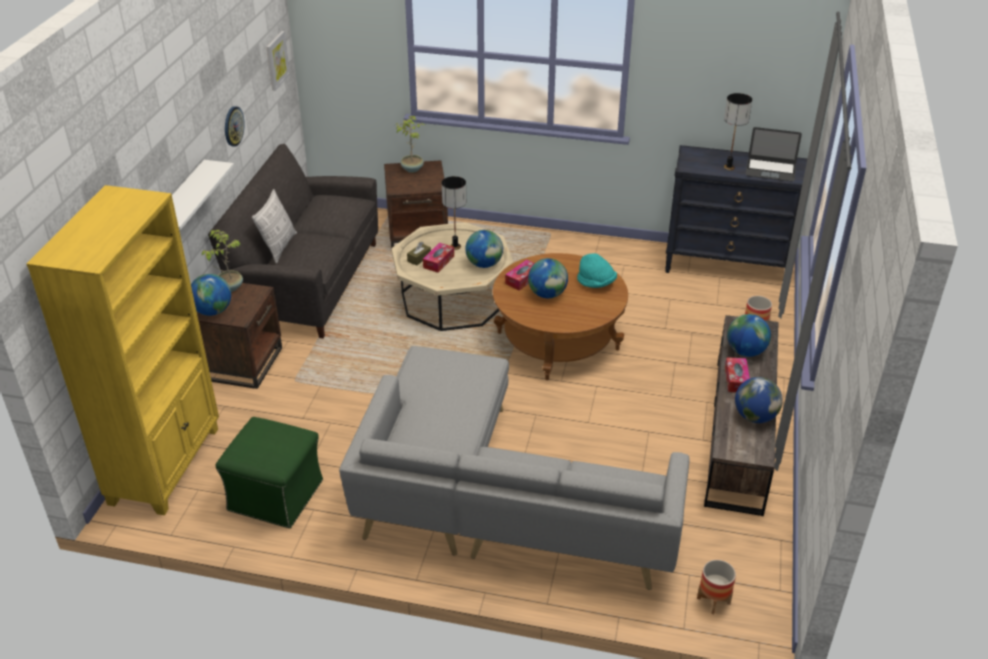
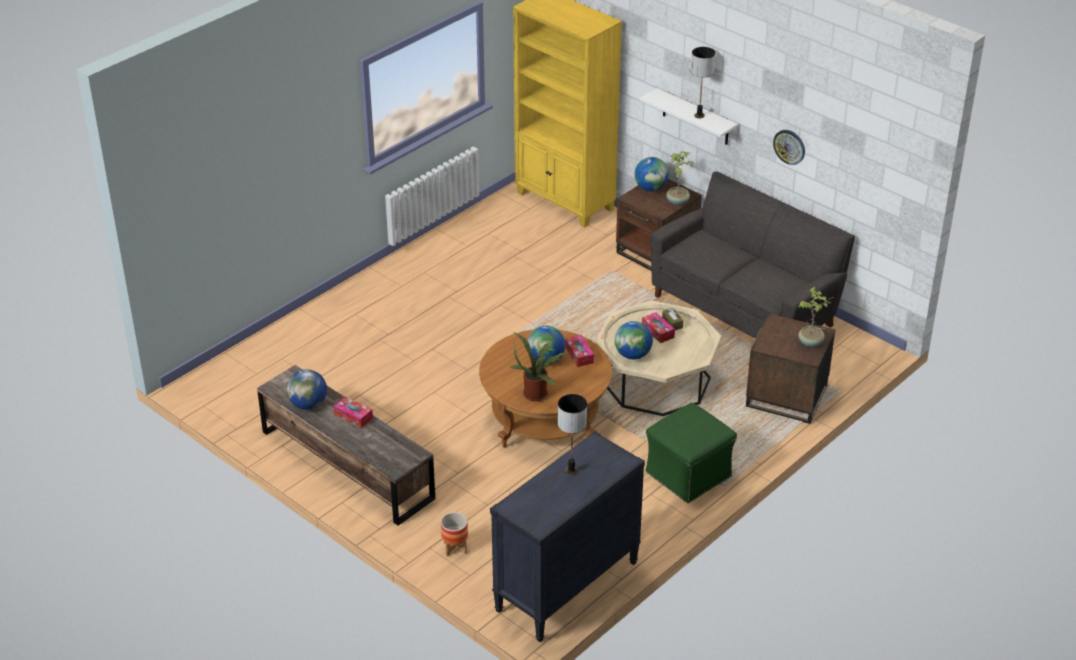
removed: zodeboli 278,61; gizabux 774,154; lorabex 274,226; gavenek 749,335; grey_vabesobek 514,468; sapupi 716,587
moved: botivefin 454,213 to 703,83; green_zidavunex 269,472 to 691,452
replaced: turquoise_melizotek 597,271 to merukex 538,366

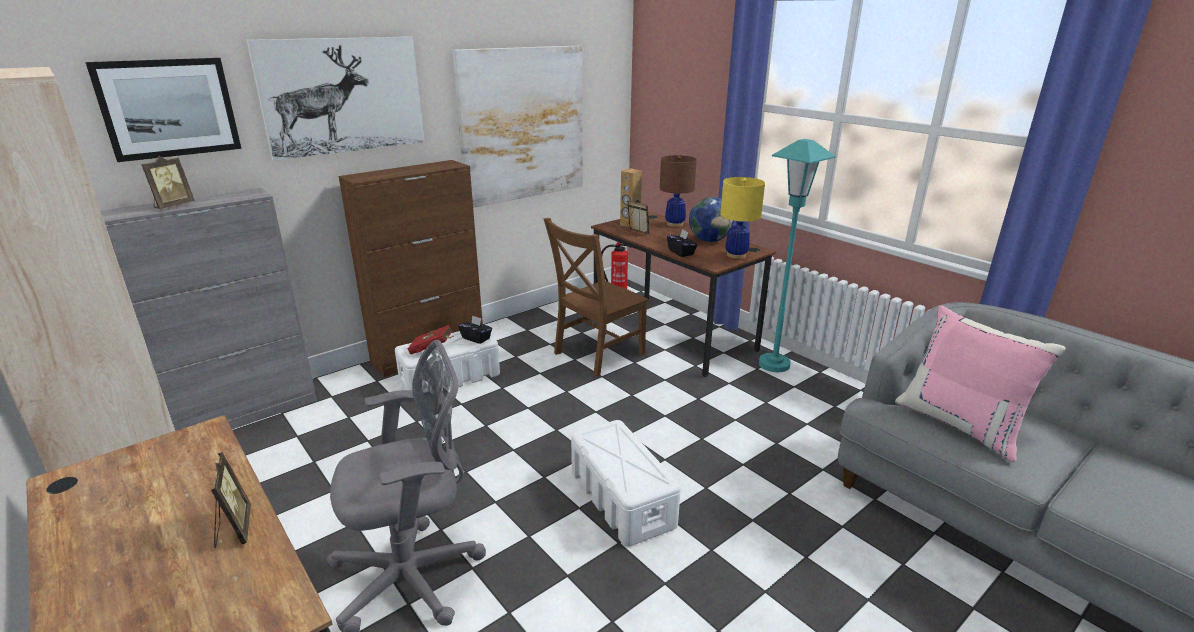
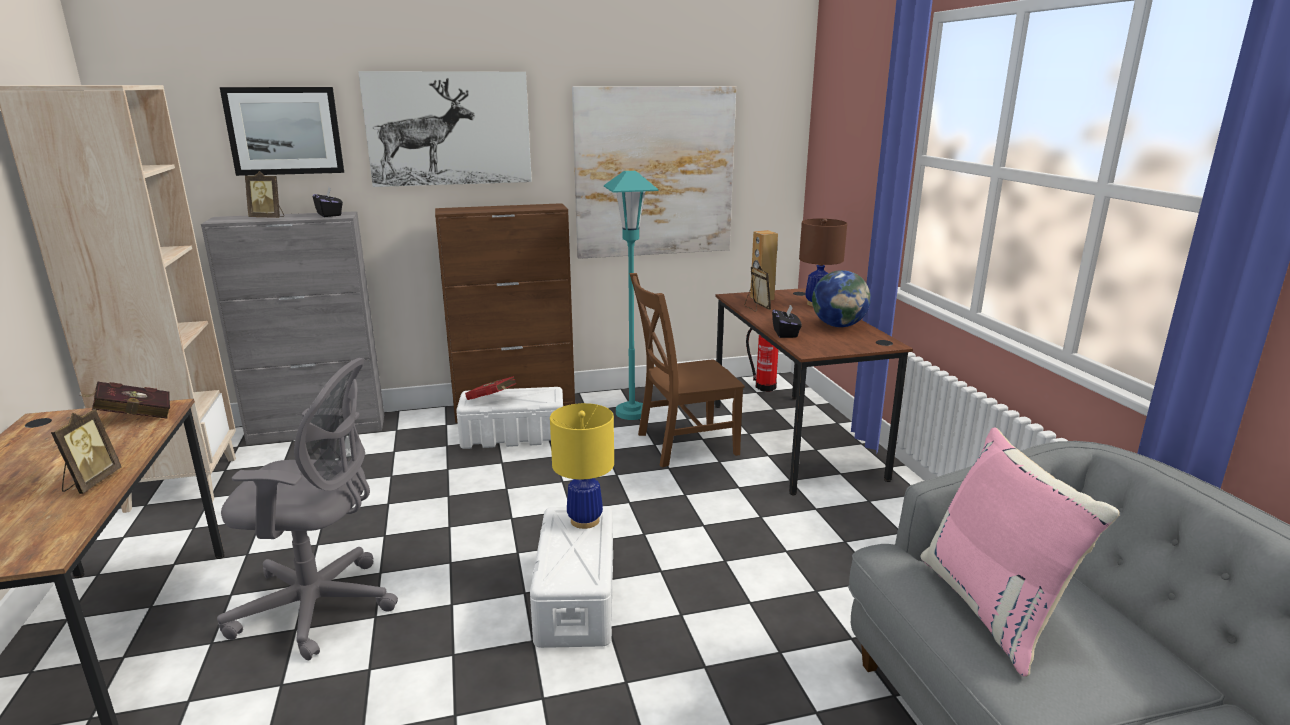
added: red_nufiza 125,400
moved: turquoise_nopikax 797,255 to 631,295; yellow_botivefin 742,218 to 582,466; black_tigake 475,329 to 328,202
turned: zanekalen 167,182 = 264,194 45 degrees clockwise

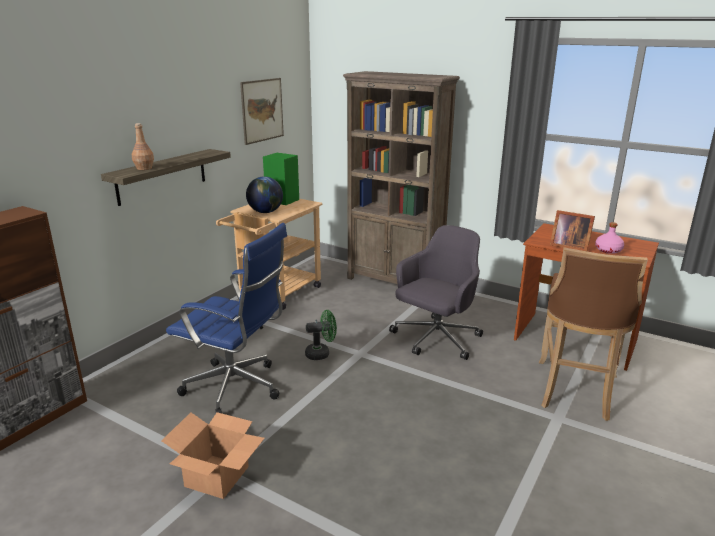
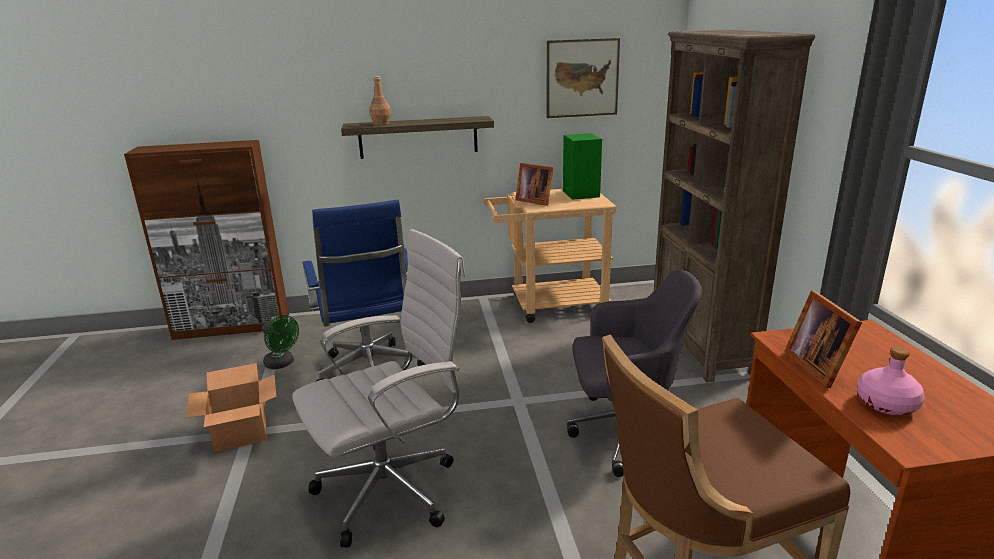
added: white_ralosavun 379,388
moved: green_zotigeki 321,335 to 280,342
replaced: gavenek 264,194 to zanekalen 534,184

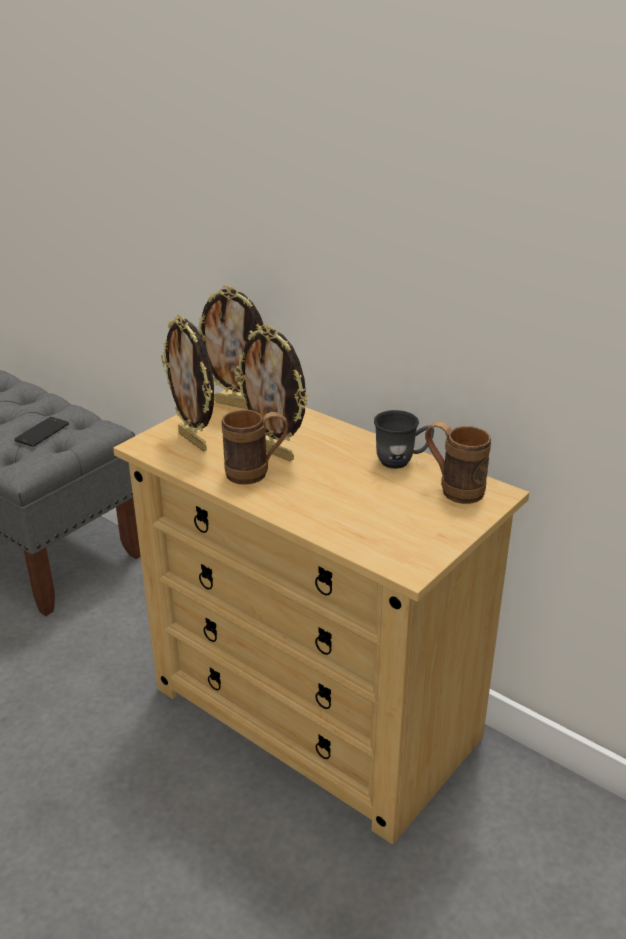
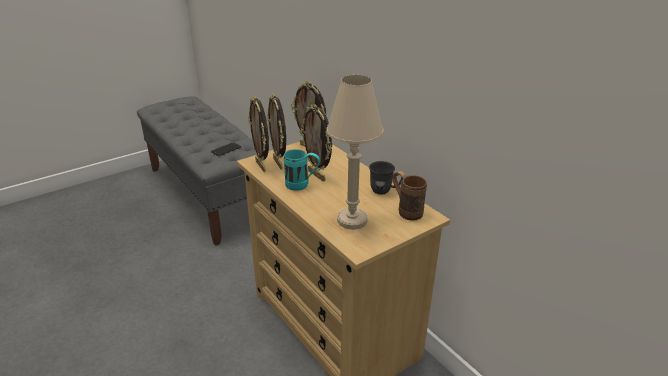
added: beige_botivefin 355,152; zanekalen 258,134
recoloured: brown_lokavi 255,447 to turquoise_lokavi 302,170

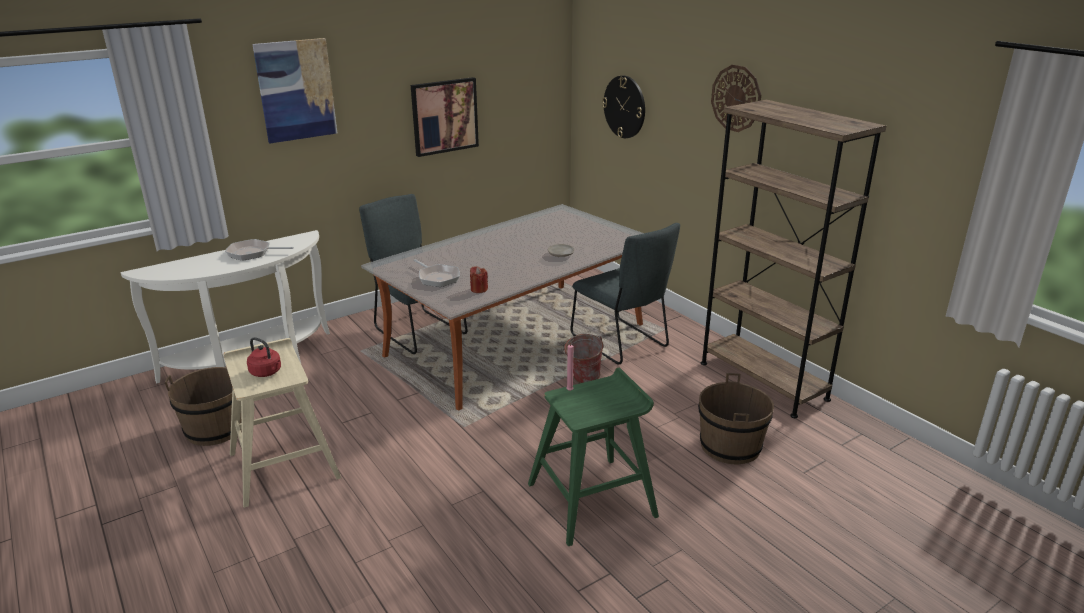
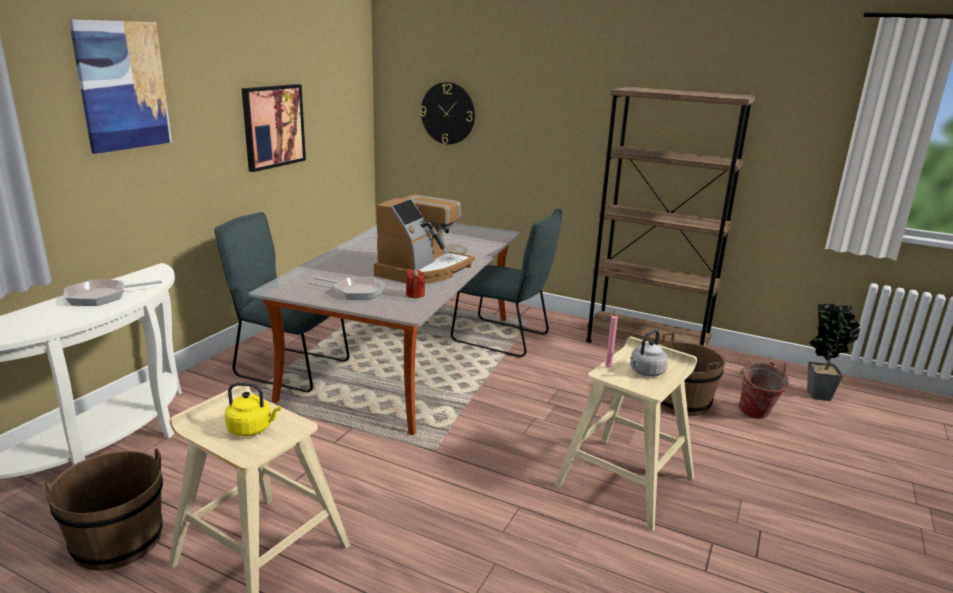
removed: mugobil 736,98
added: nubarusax 424,239; merukex 833,352; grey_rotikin 649,353
moved: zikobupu 583,358 to 764,390
recoloured: red_rotikin 264,357 to yellow_rotikin 253,409; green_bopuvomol 593,456 to beige_bopuvomol 625,434

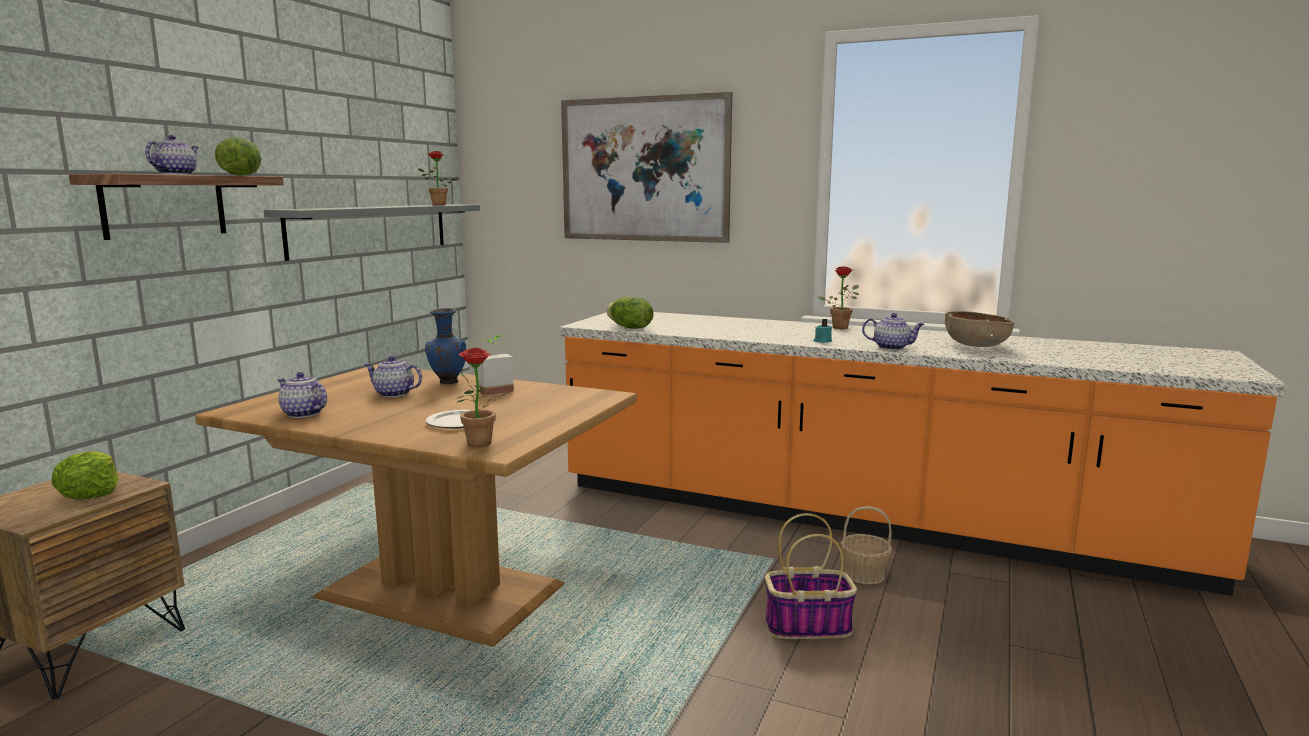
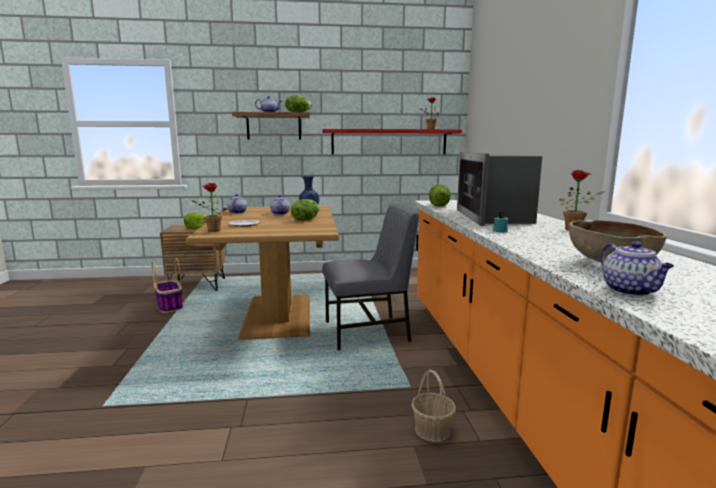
removed: zodeboli 646,167
added: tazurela 499,189; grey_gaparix 370,276
moved: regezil 893,331 to 637,268; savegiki 811,576 to 167,285
replaced: merukex 496,365 to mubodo 305,210
recoloured: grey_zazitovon 372,232 to red_zazitovon 392,142

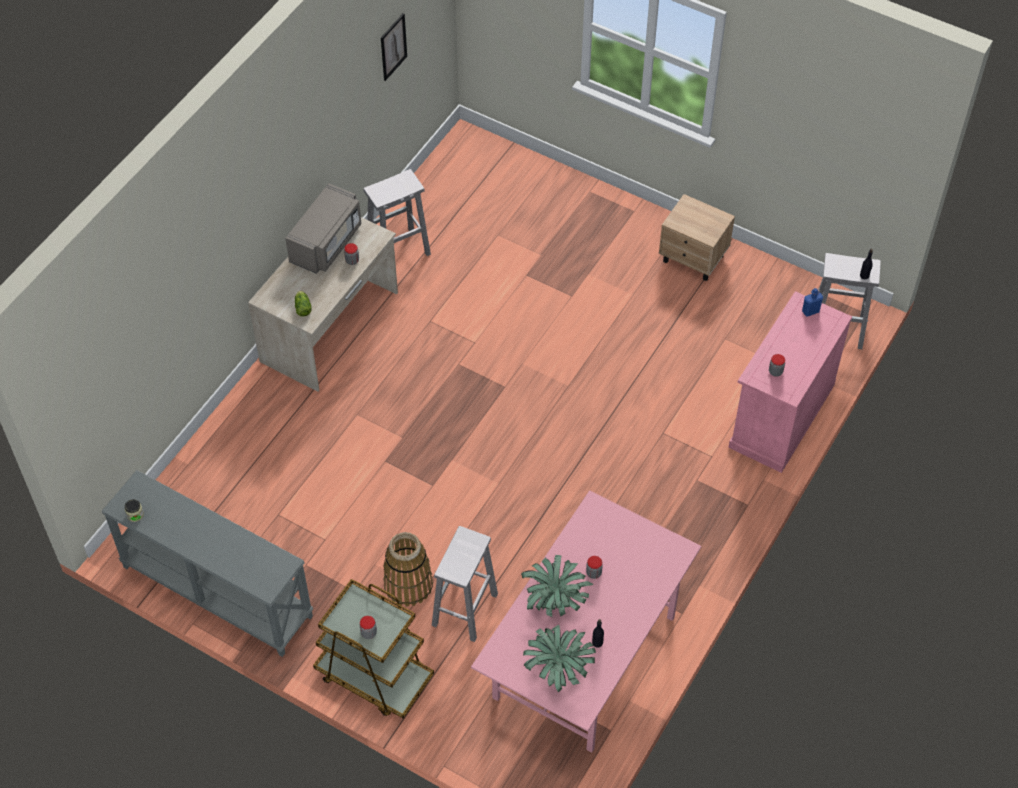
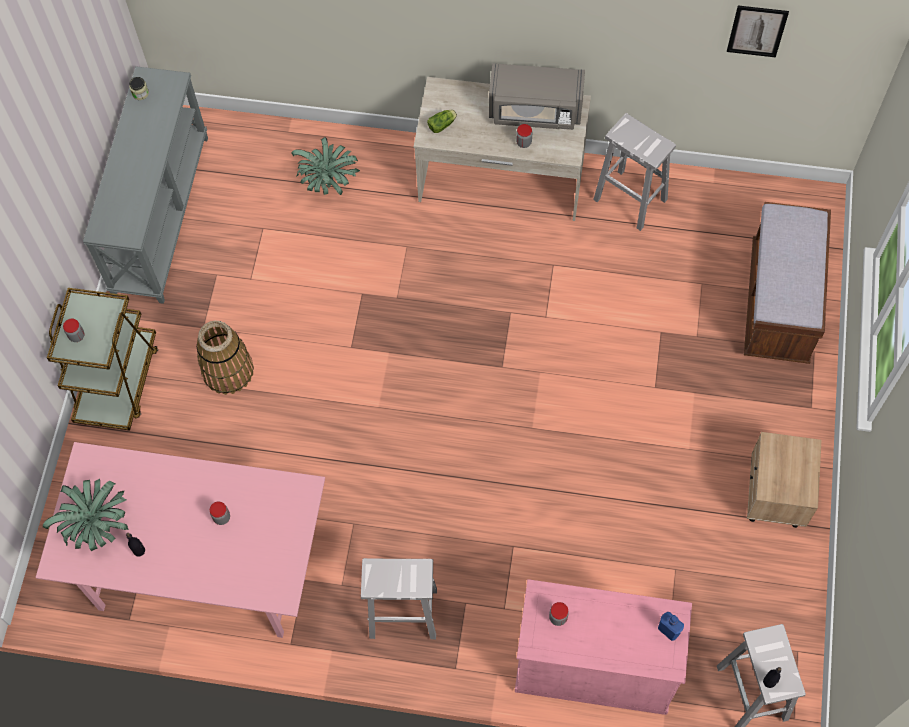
added: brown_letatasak 787,283
moved: white_bopuvomol 465,584 to 399,598; merukex 557,586 to 326,166

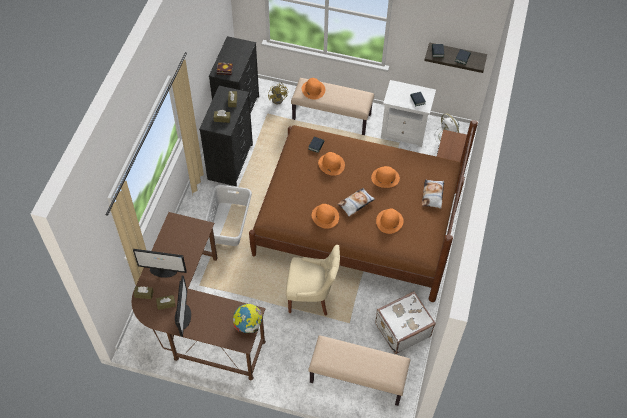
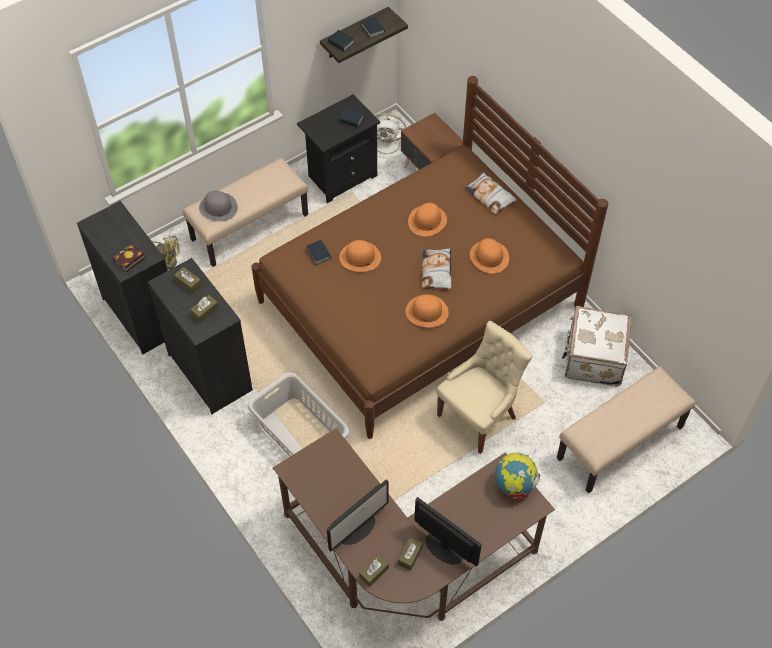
recoloured: orange_melizotek 313,89 to grey_melizotek 218,206; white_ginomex 408,113 to black_ginomex 338,148

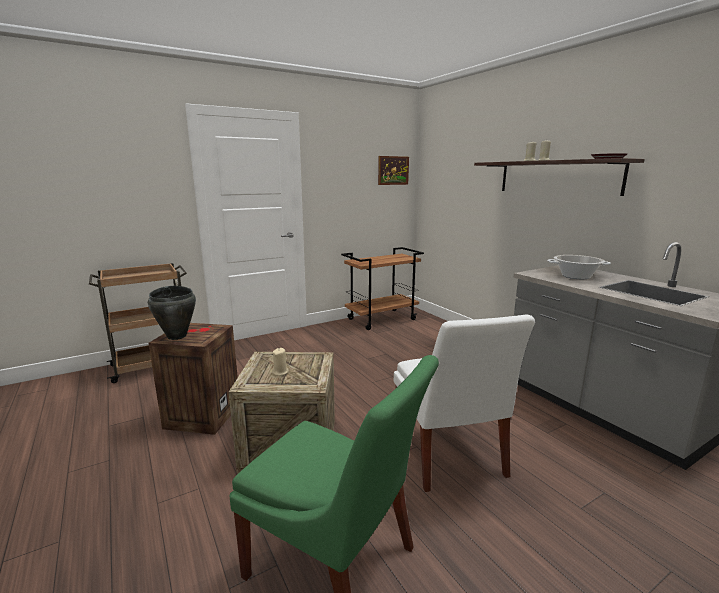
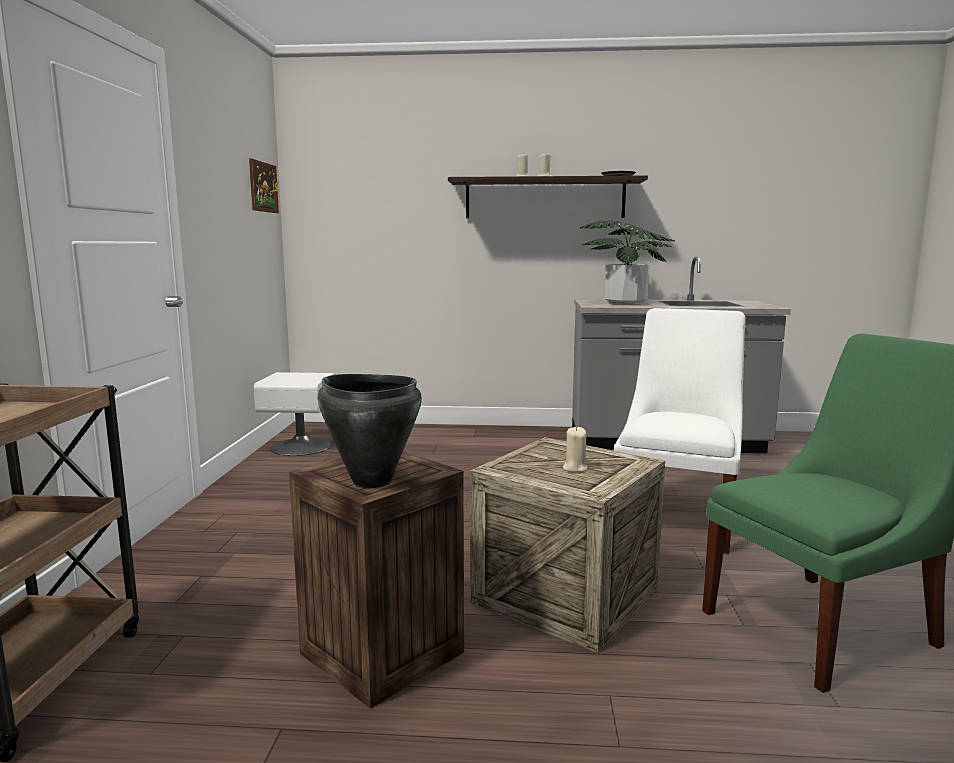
replaced: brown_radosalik 382,288 to white_ginomex 295,414; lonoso 579,267 to merukex 626,263
turned: white_gaparix 464,403 = 680,431 90 degrees counterclockwise

